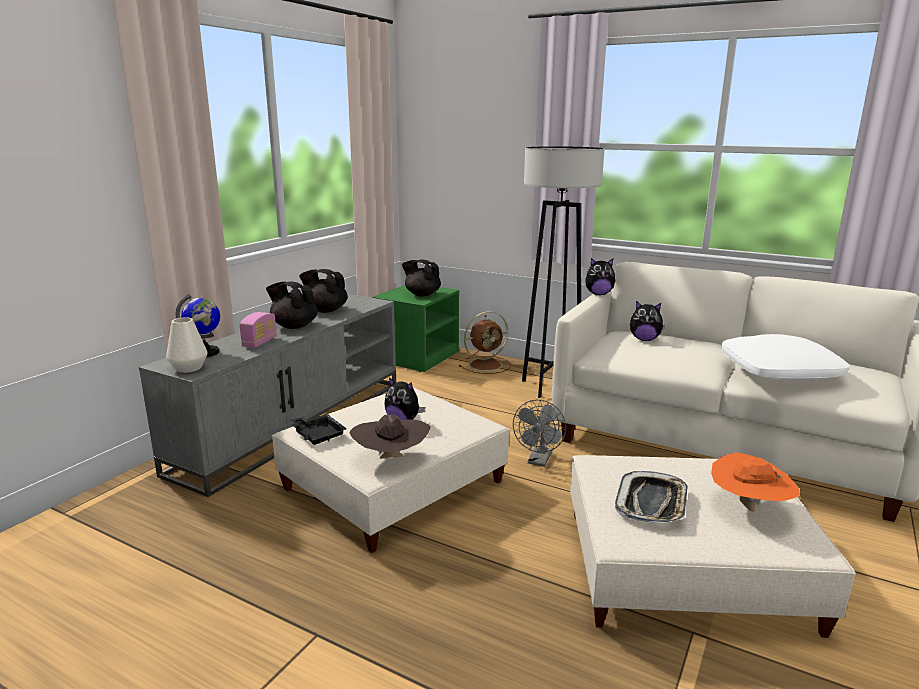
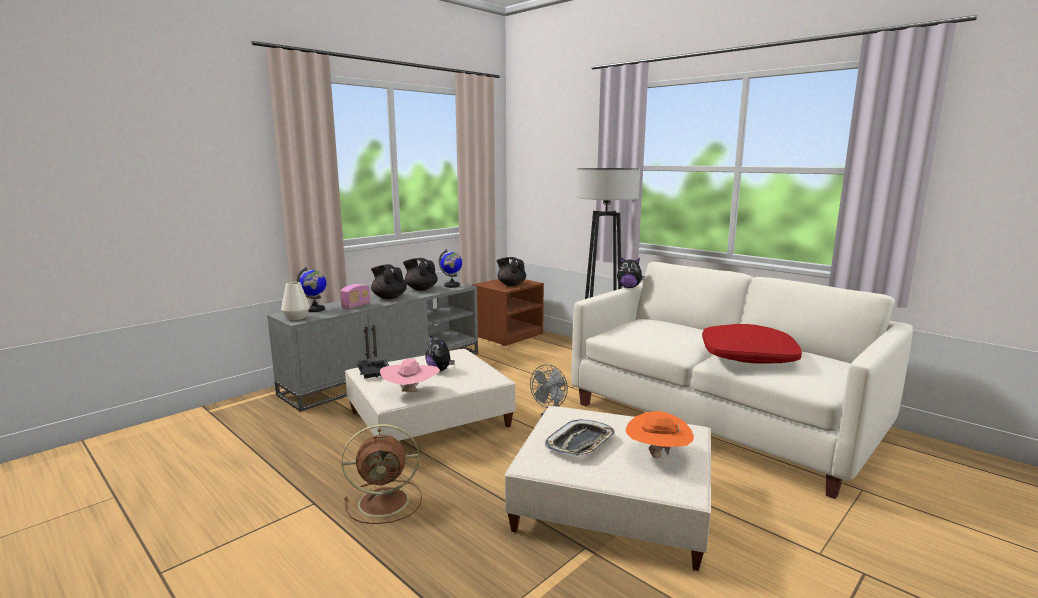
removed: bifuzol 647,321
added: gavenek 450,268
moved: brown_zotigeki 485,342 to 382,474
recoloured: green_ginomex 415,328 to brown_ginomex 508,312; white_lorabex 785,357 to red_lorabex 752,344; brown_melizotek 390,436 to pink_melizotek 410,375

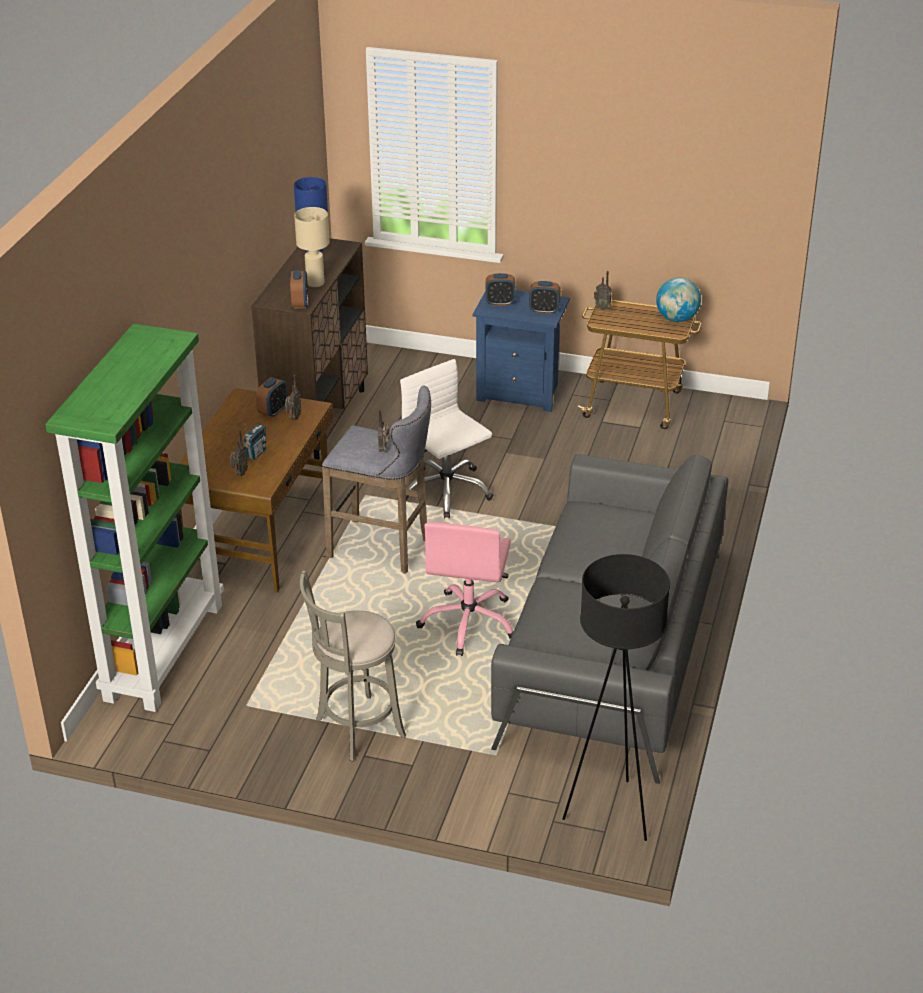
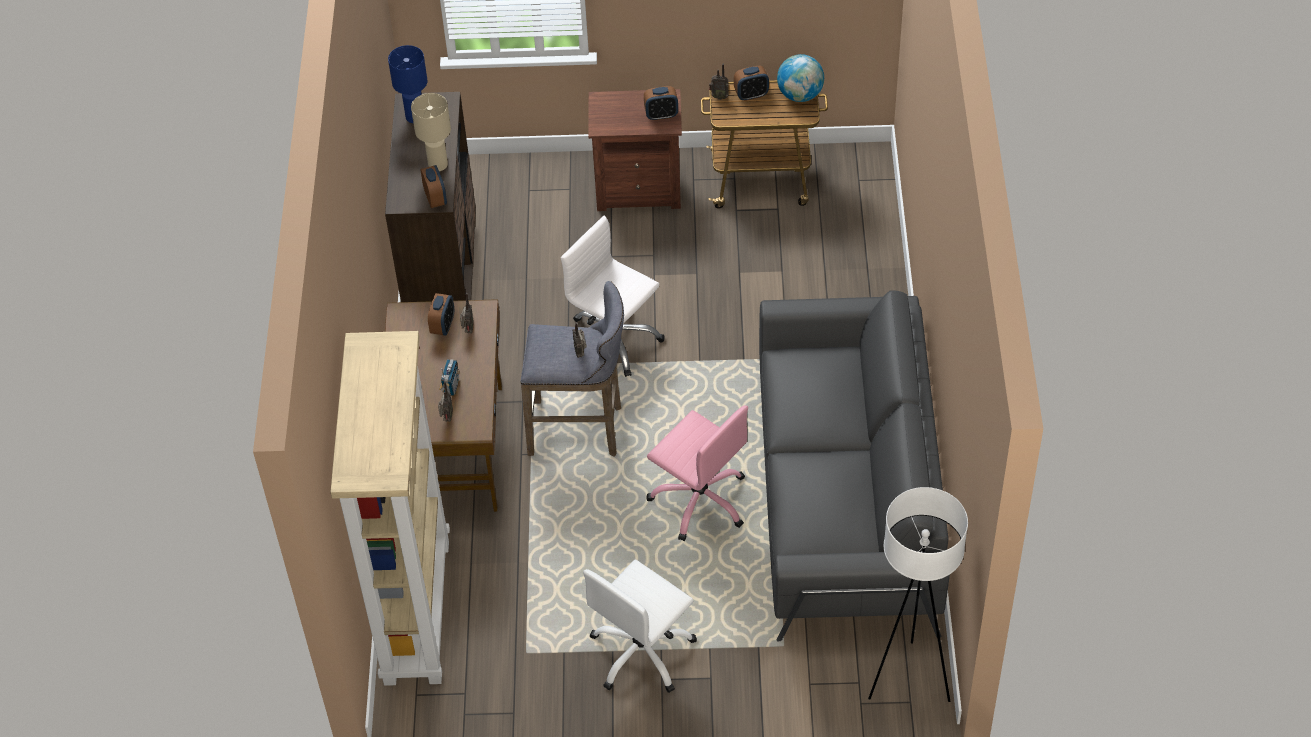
moved: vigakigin 500,289 to 751,83
replaced: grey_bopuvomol 353,665 to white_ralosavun 640,626
recoloured: blue_ginomex 521,351 to brown_ginomex 635,150; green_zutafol 134,518 to beige_zutafol 390,508; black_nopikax 616,697 to white_nopikax 918,594
turned: pink_ralosavun 465,589 = 697,473 45 degrees counterclockwise

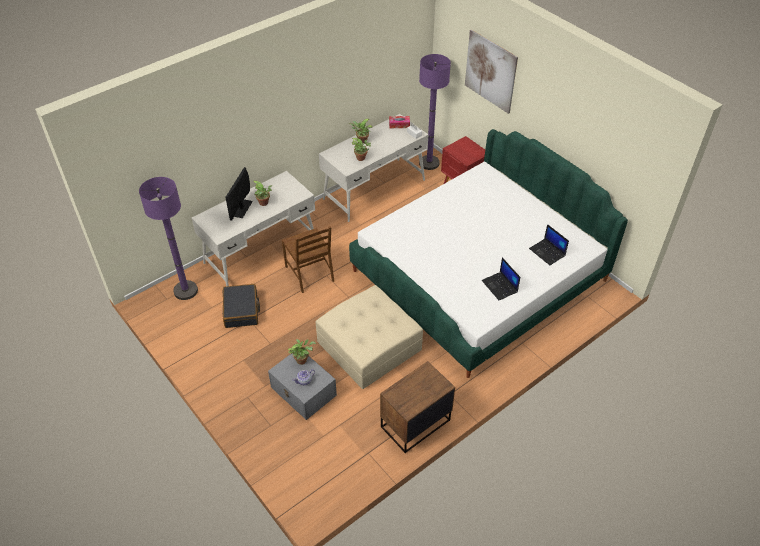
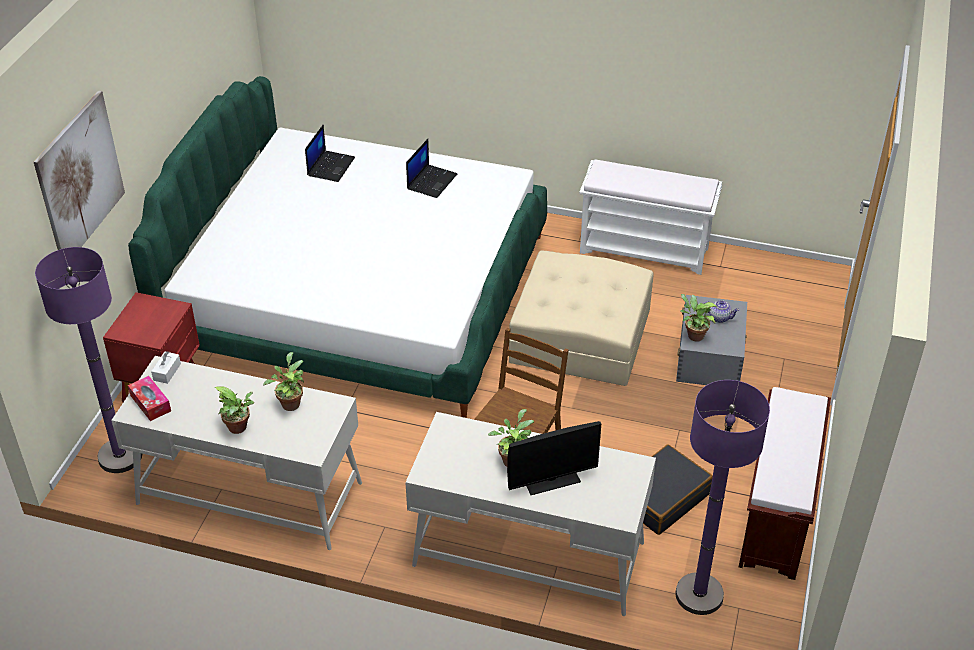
added: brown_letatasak 785,483
replaced: brown_ginomex 417,407 to white_letatasak 650,217

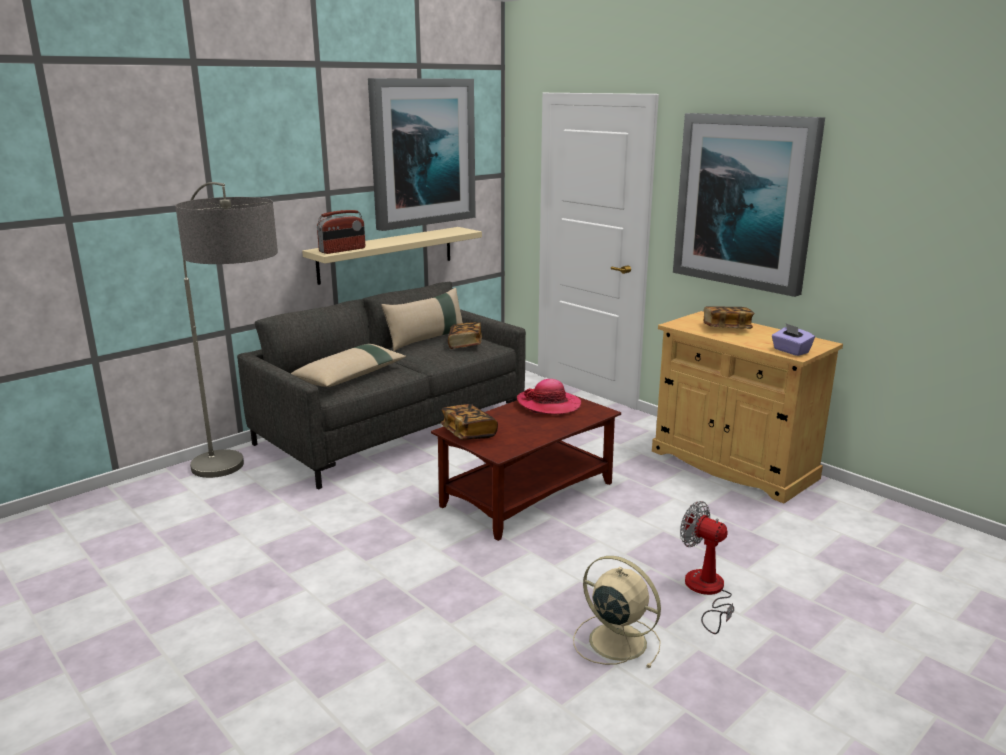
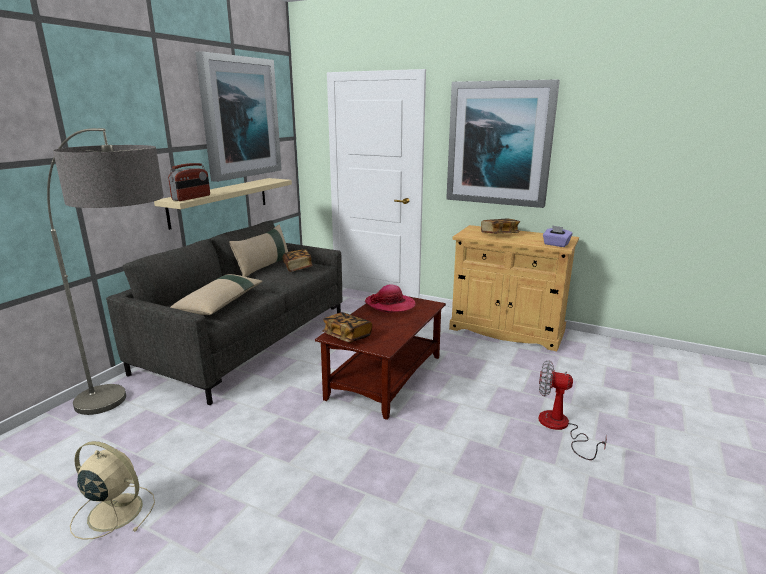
moved: beige_zotigeki 617,612 to 112,490

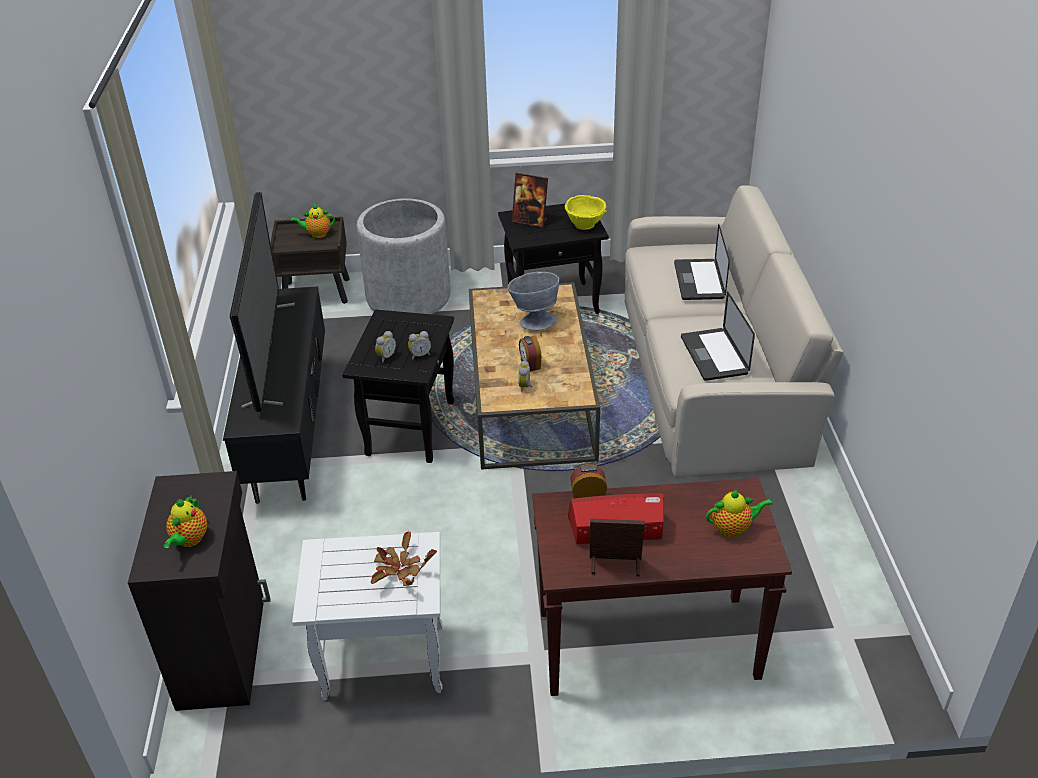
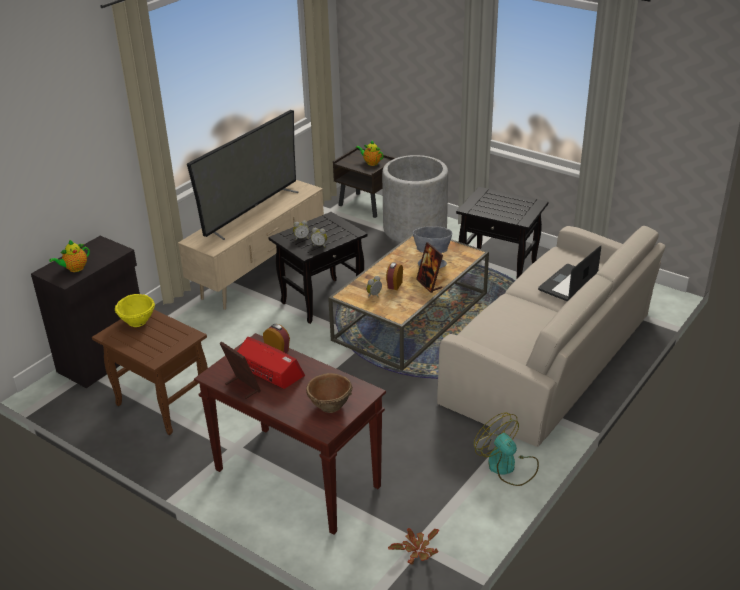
removed: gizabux 718,336
added: zotigeki 506,449
moved: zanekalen 530,200 to 429,267; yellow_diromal 585,212 to 135,310; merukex 404,558 to 413,546
replaced: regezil 739,513 to brown_diromal 329,393
recoloured: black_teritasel 274,395 to beige_teritasel 251,245; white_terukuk 367,616 to brown_terukuk 150,372

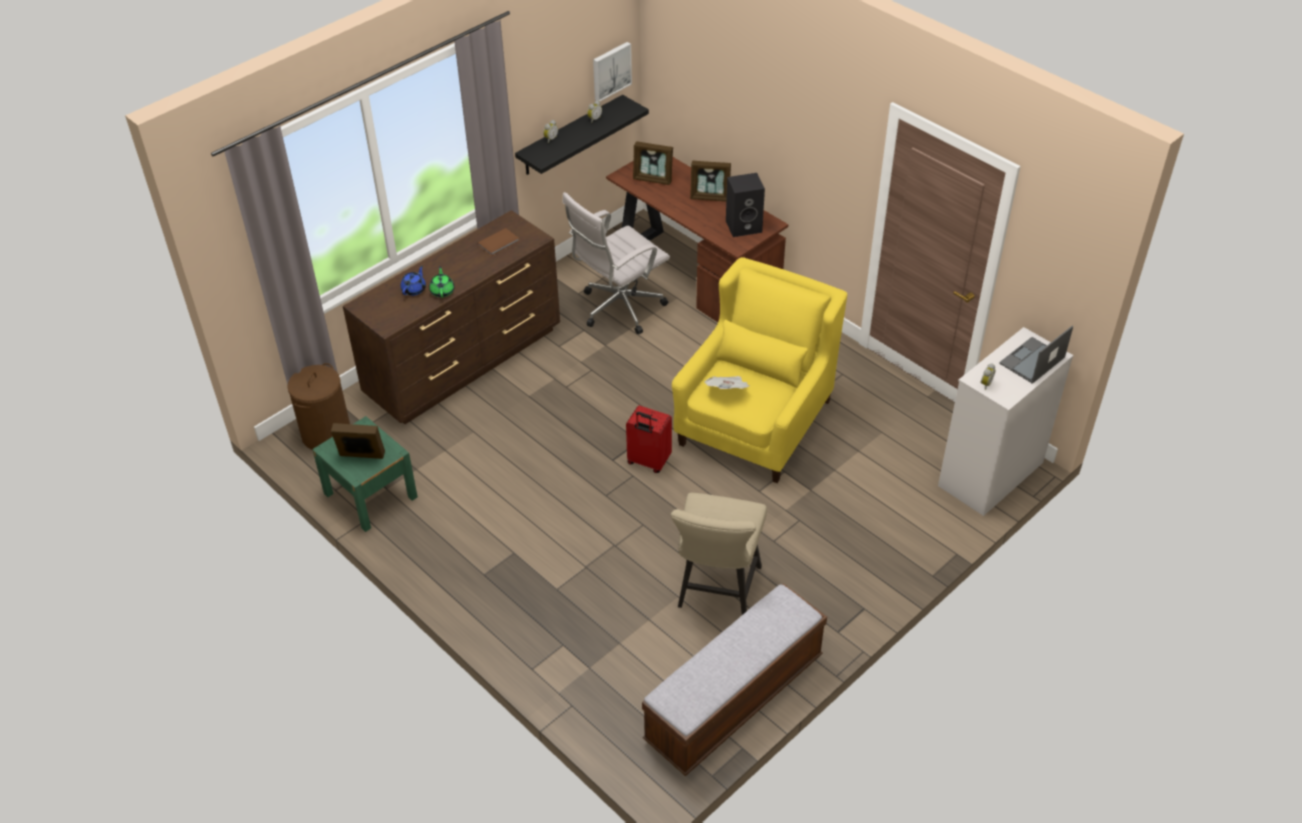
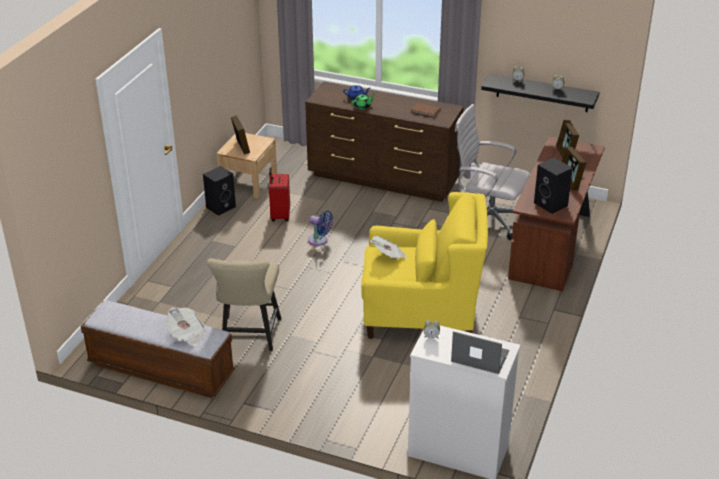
removed: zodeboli 612,72; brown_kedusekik 318,406
added: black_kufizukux 219,191; blue_zotigeki 320,228; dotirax 185,327
moved: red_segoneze 649,439 to 279,194
recoloured: green_ginomex 365,474 to beige_ginomex 246,166
turned: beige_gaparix 719,554 = 243,304 75 degrees counterclockwise

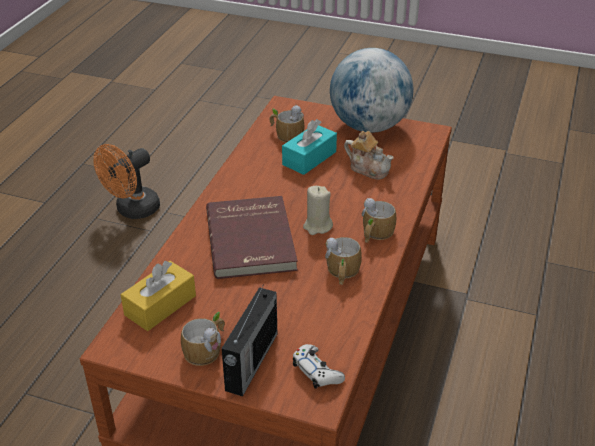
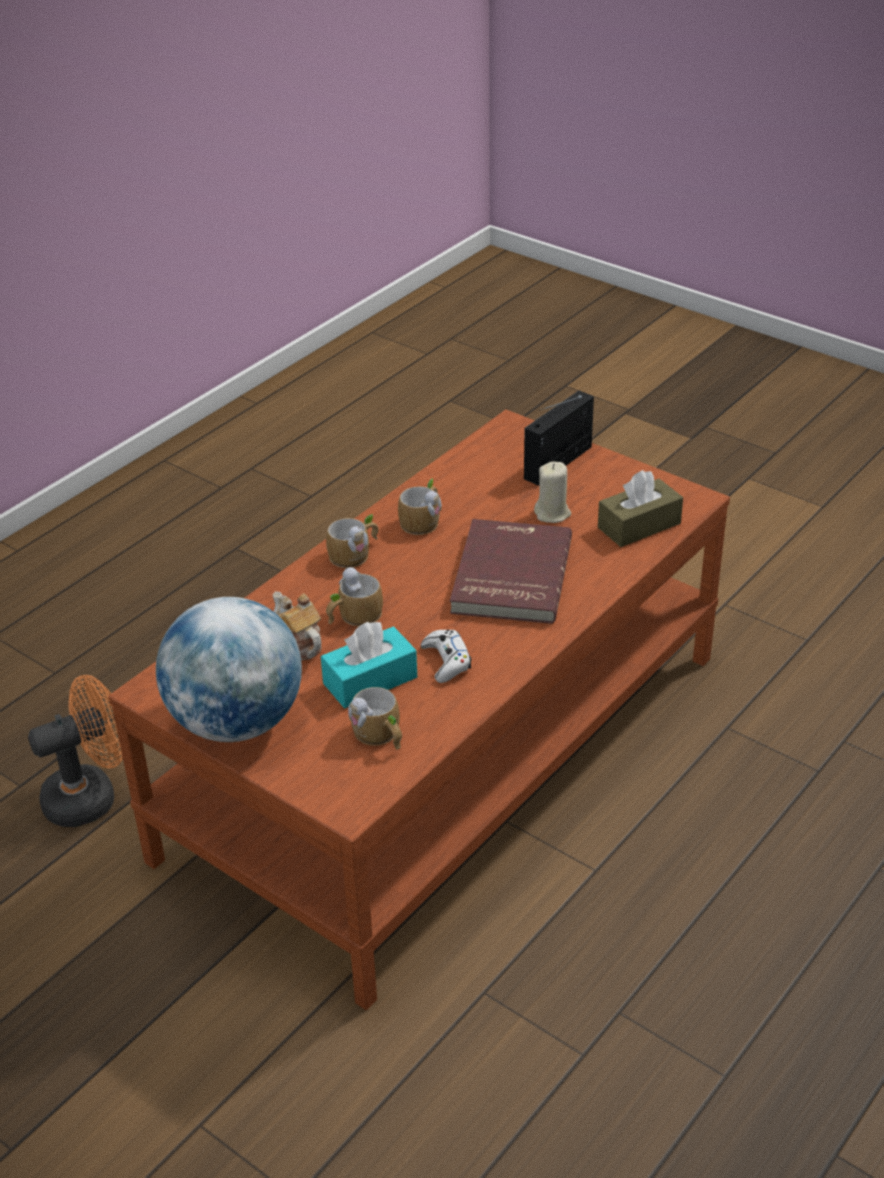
moved: orange_zotigeki 126,181 to 75,751; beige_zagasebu 318,210 to 552,492; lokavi 203,339 to 354,596; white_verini 319,366 to 446,656
recoloured: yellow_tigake 158,296 to brown_tigake 640,508

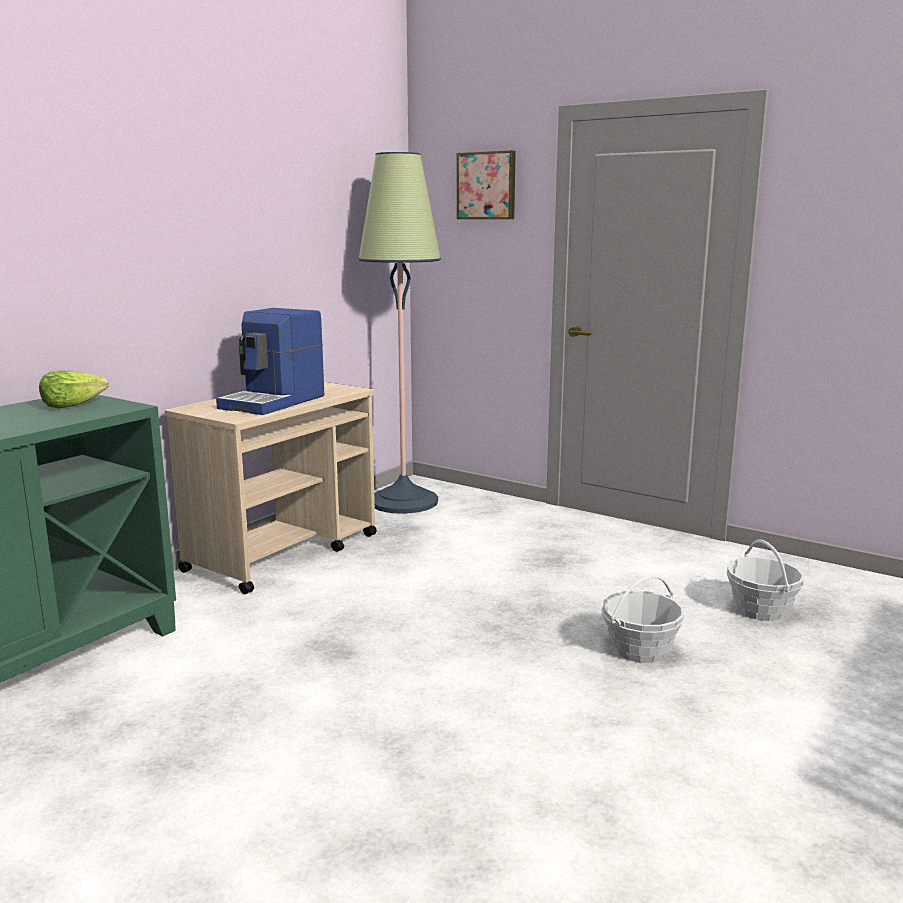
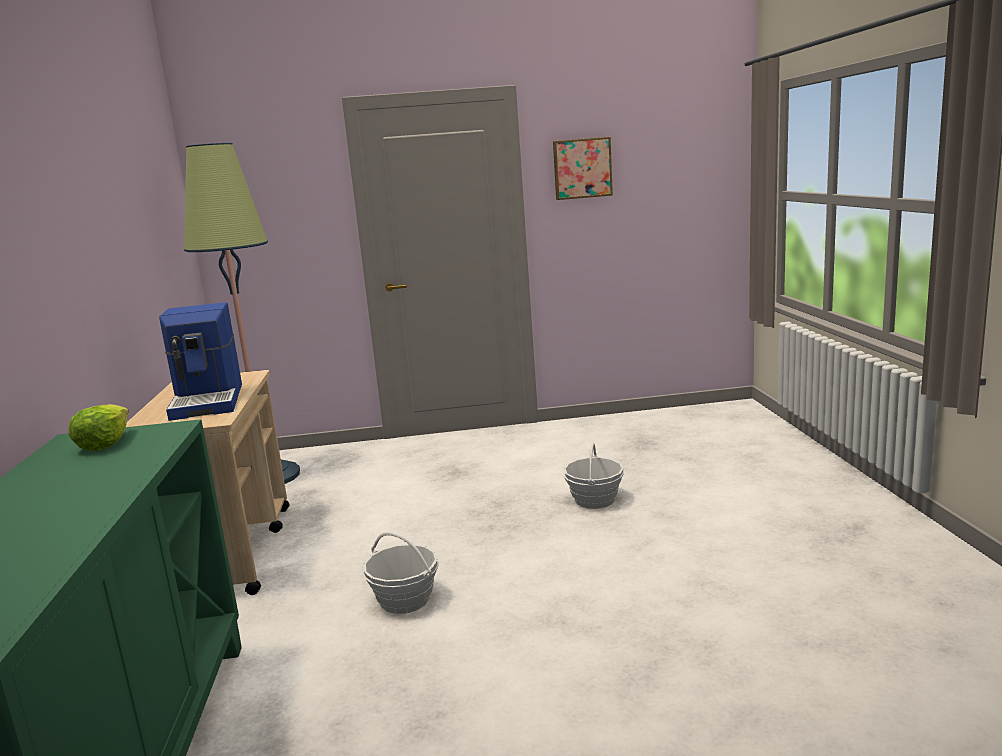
moved: zodeboli 486,184 to 583,168; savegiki 766,580 to 400,573

